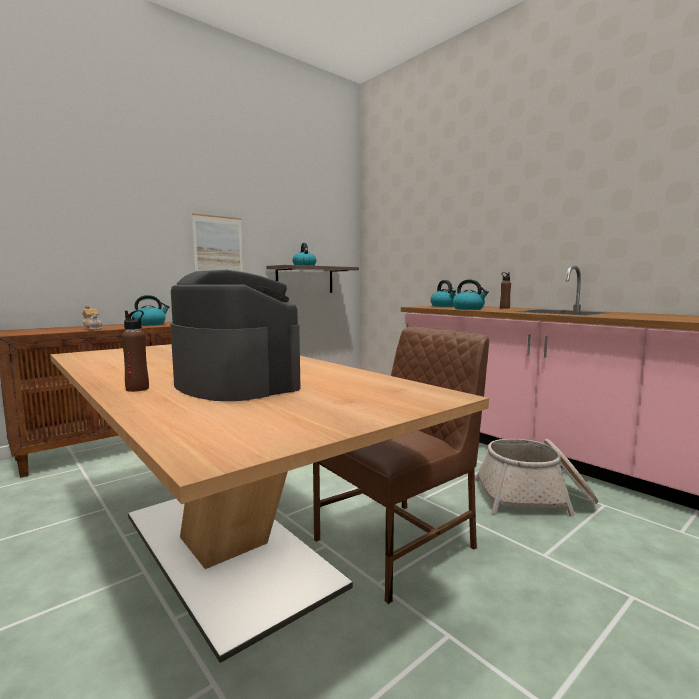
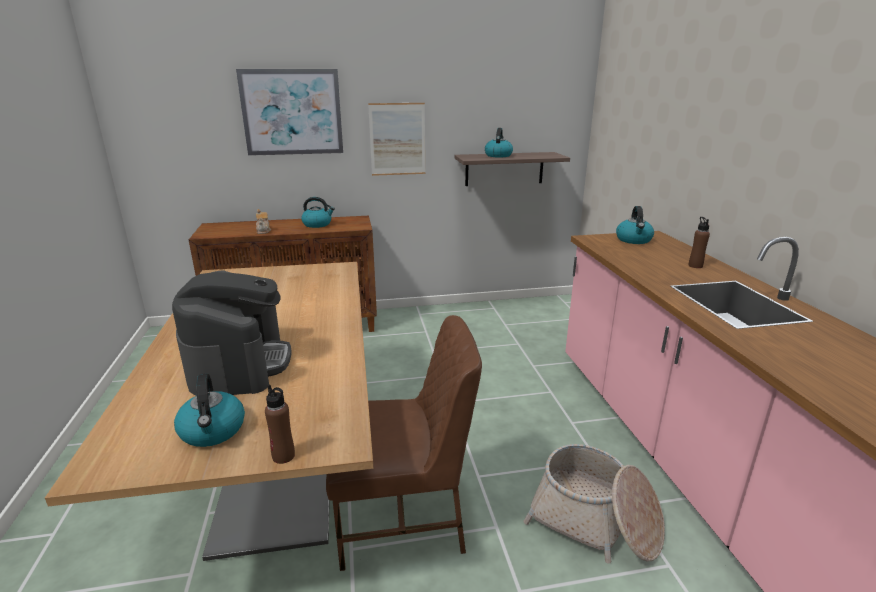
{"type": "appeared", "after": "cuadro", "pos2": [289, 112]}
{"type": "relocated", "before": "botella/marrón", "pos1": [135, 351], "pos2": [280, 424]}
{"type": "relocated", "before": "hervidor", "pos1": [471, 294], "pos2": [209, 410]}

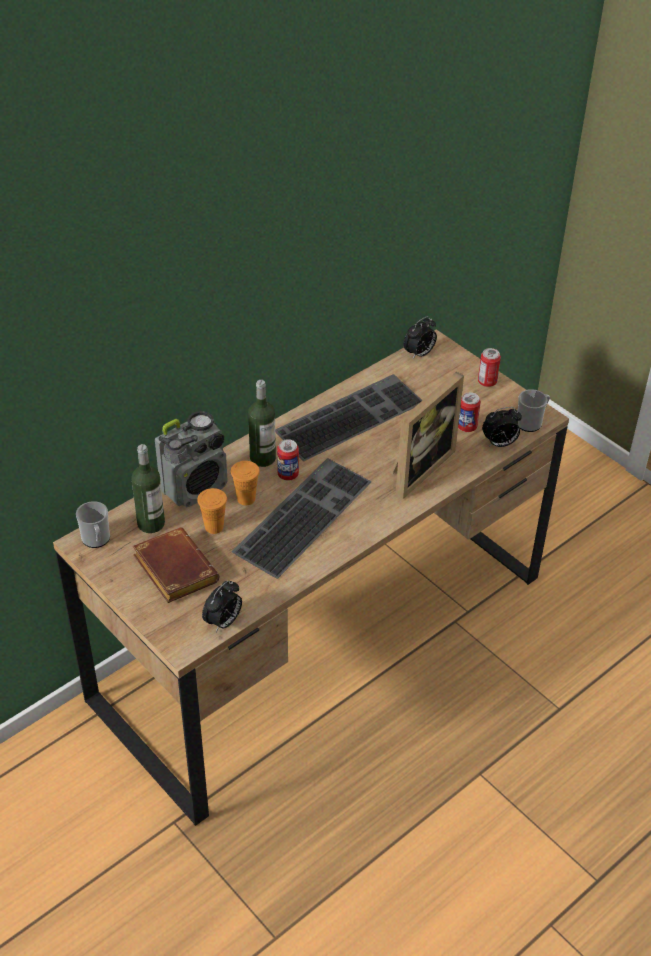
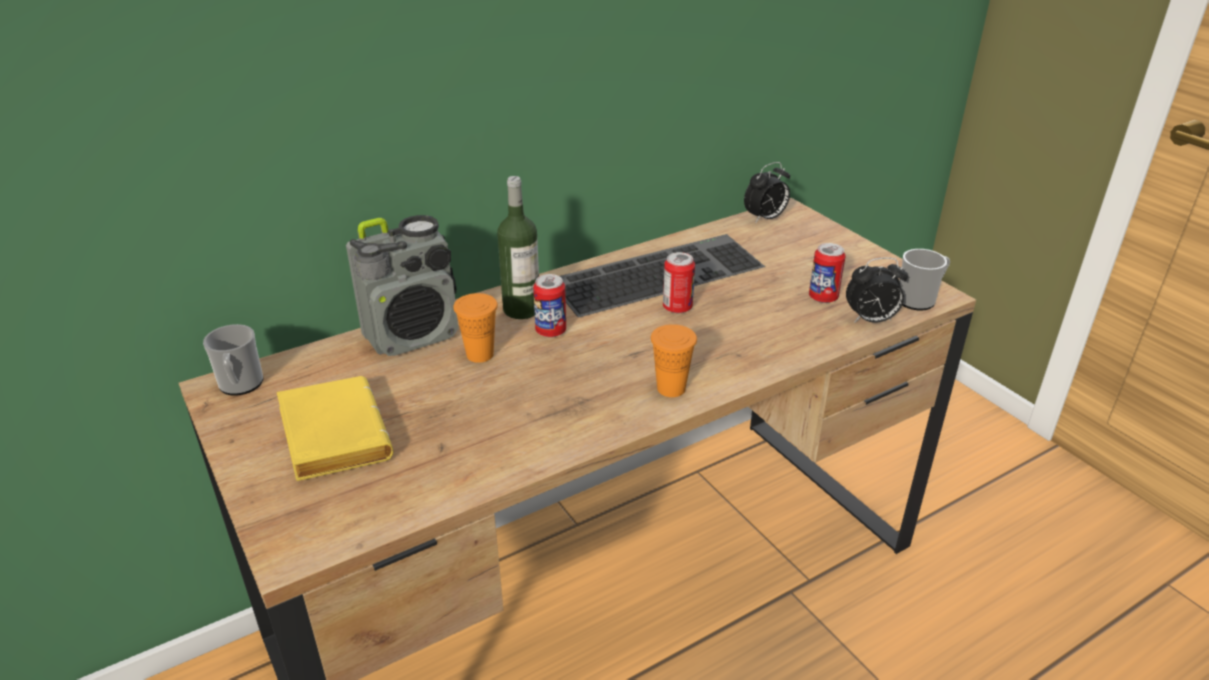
{"type": "missing", "before": "botella", "pos1": [148, 488]}
{"type": "missing", "before": "despertador", "pos1": [222, 606]}
{"type": "missing", "before": "teclado", "pos1": [301, 518]}
{"type": "missing", "before": "portarretratos", "pos1": [427, 435]}
{"type": "relocated", "before": "taza/naranja", "pos1": [212, 511], "pos2": [674, 360]}
{"type": "relocated", "before": "lata", "pos1": [489, 367], "pos2": [679, 282]}
{"type": "colour", "before": "libro/marrón", "after": "libro/amarillo", "pos1": [176, 565], "pos2": [335, 428]}

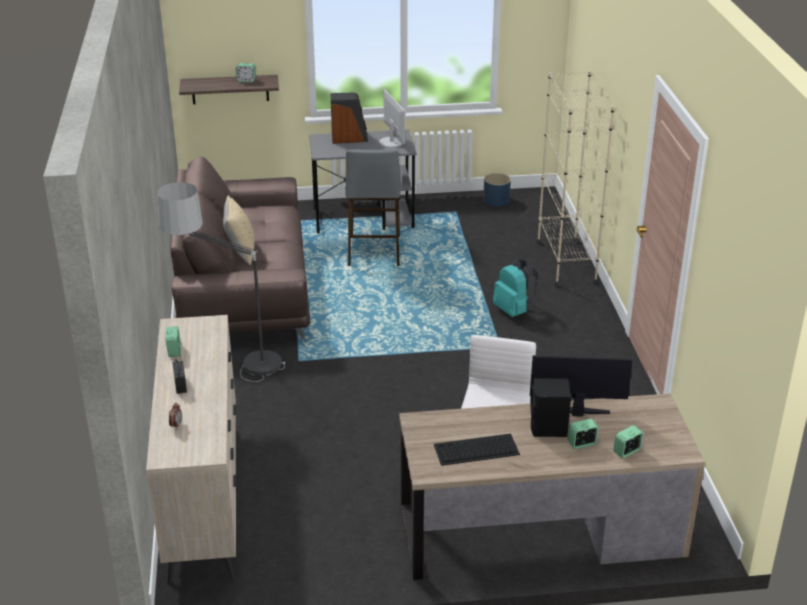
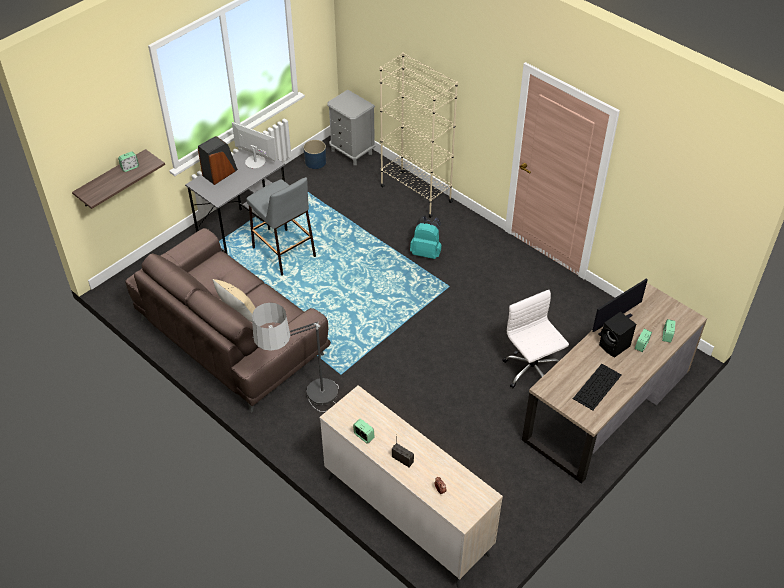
{"type": "appeared", "after": "mesita de noche/gris", "pos2": [351, 127]}

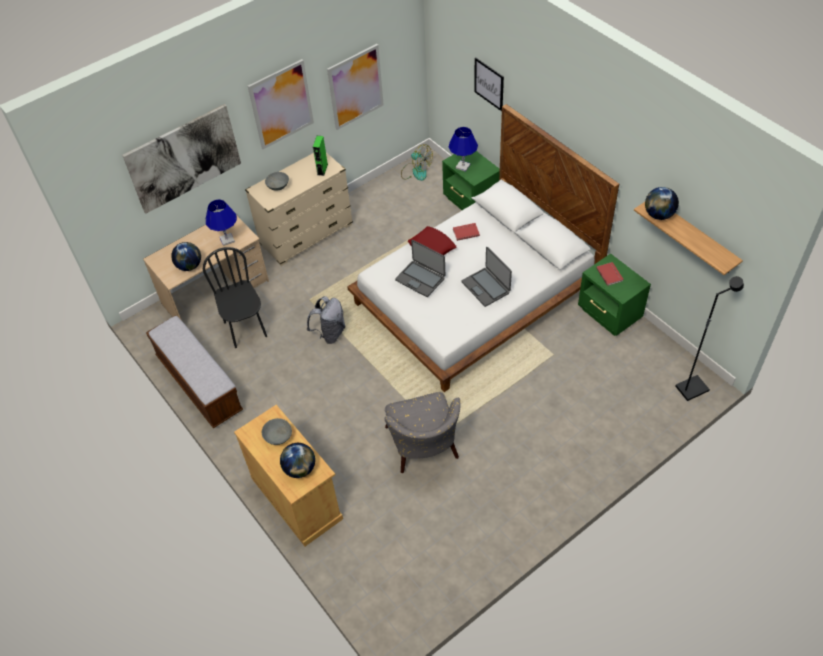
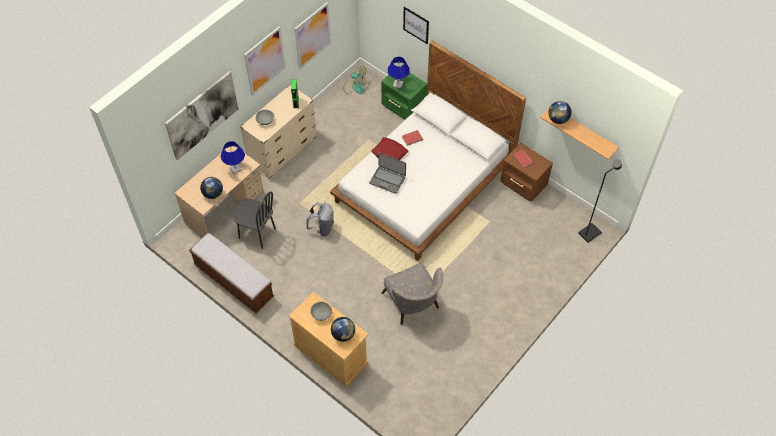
{"type": "missing", "before": "portátil", "pos1": [487, 277]}
{"type": "colour", "before": "mesita de noche/verde", "after": "mesita de noche/marrón", "pos1": [614, 294], "pos2": [526, 172]}
{"type": "spun", "before": "silla/negro", "pos1": [235, 297], "pos2": [254, 220], "turn": 150}

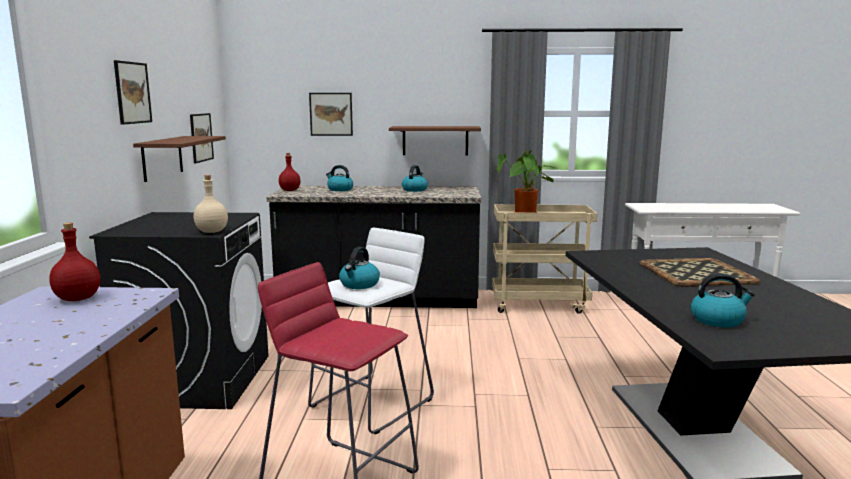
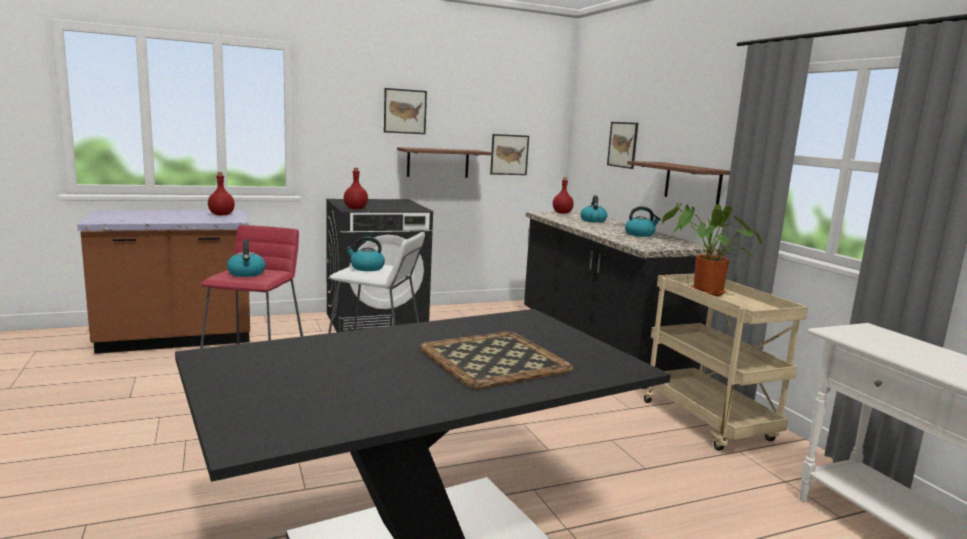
{"type": "relocated", "before": "hervidor", "pos1": [723, 300], "pos2": [246, 258]}
{"type": "colour", "before": "botella/beis", "after": "botella/rojo", "pos1": [210, 204], "pos2": [356, 189]}

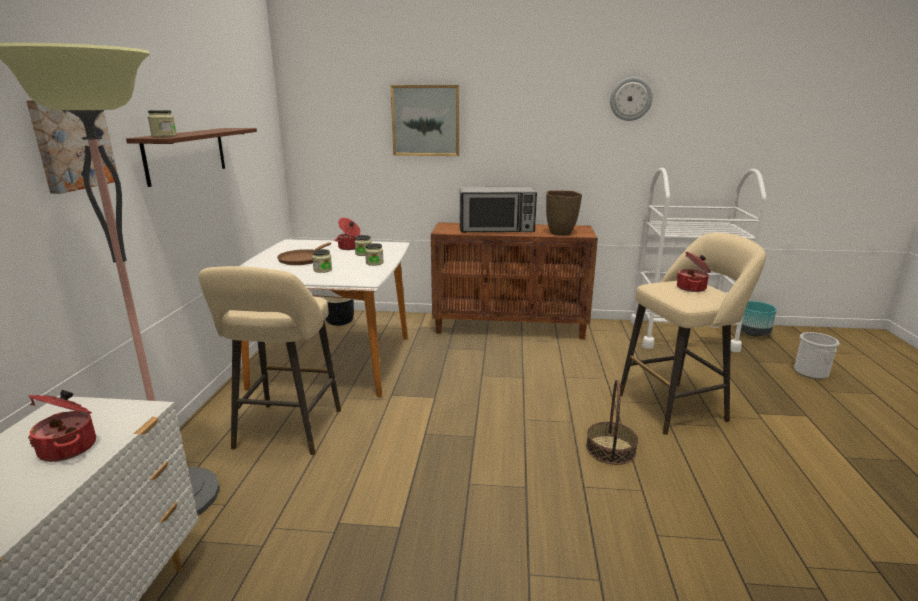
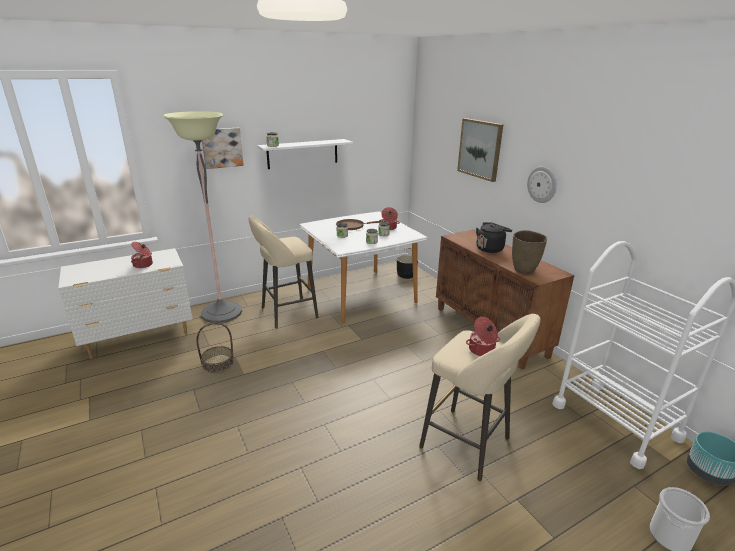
{"type": "relocated", "before": "cesta", "pos1": [612, 422], "pos2": [215, 347]}
{"type": "relocated", "before": "reloj de pared", "pos1": [631, 99], "pos2": [542, 184]}
{"type": "exchanged", "before": "microondas", "after": "hervidor/negro", "pos1": [498, 210], "pos2": [494, 237]}
{"type": "colour", "before": "estante/marrón", "after": "estante/blanco", "pos1": [191, 157], "pos2": [305, 154]}

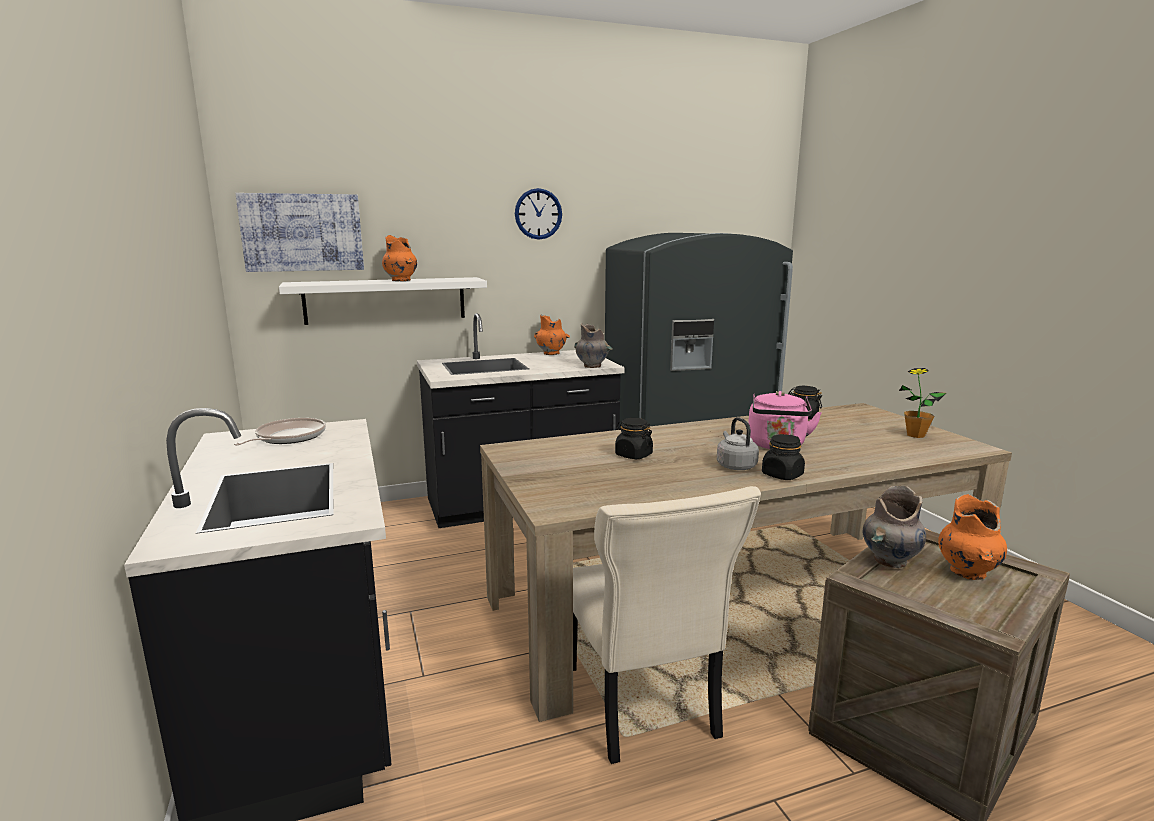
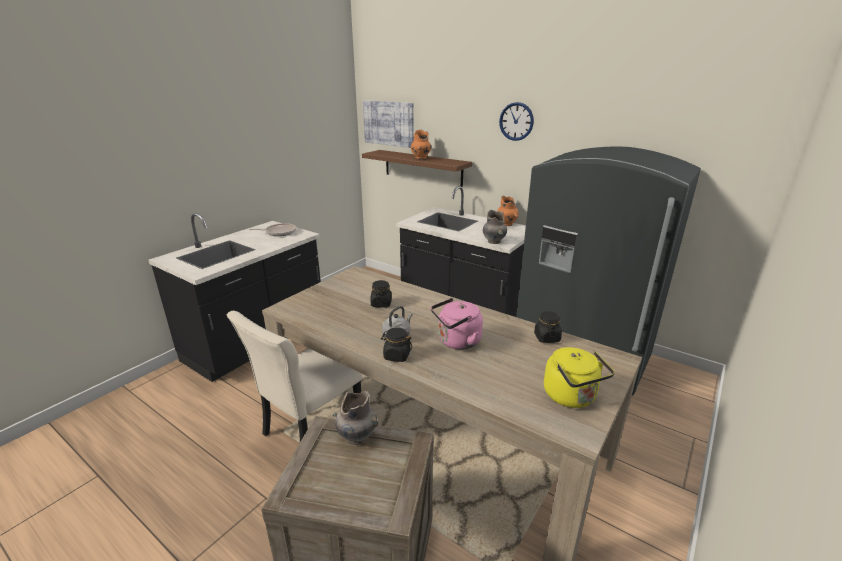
{"type": "missing", "before": "florero/naranja", "pos1": [972, 537]}
{"type": "exchanged", "before": "planta en maceta", "after": "hervidor/amarillo", "pos1": [922, 403], "pos2": [579, 377]}
{"type": "colour", "before": "estante/blanco", "after": "estante/marrón", "pos1": [383, 301], "pos2": [417, 168]}

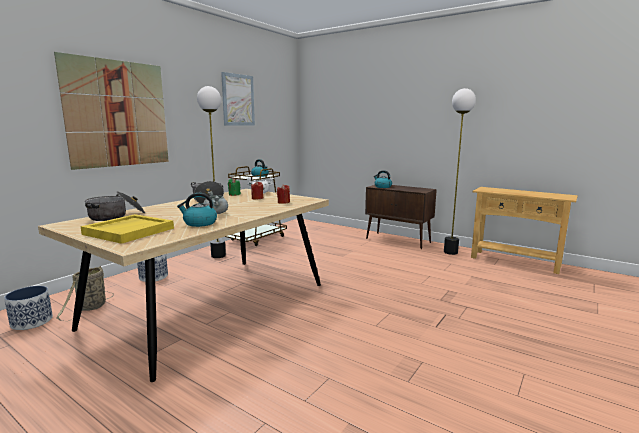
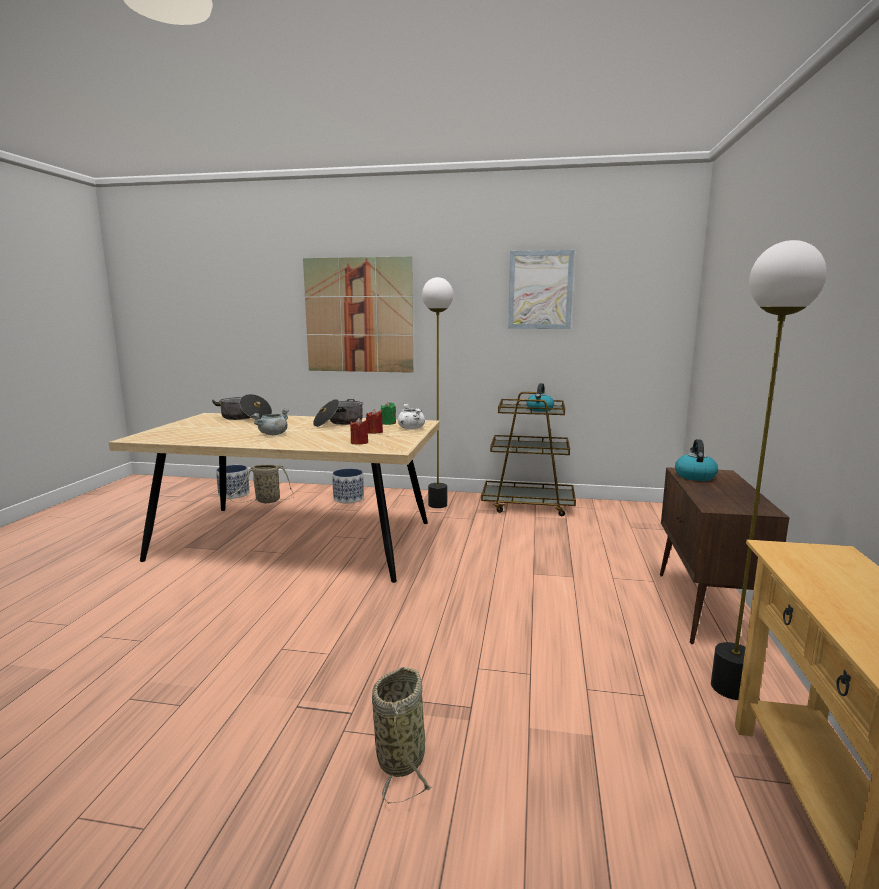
{"type": "missing", "before": "bandeja/amarillo", "pos1": [127, 229]}
{"type": "missing", "before": "hervidor", "pos1": [197, 210]}
{"type": "appeared", "after": "cesta", "pos2": [402, 735]}

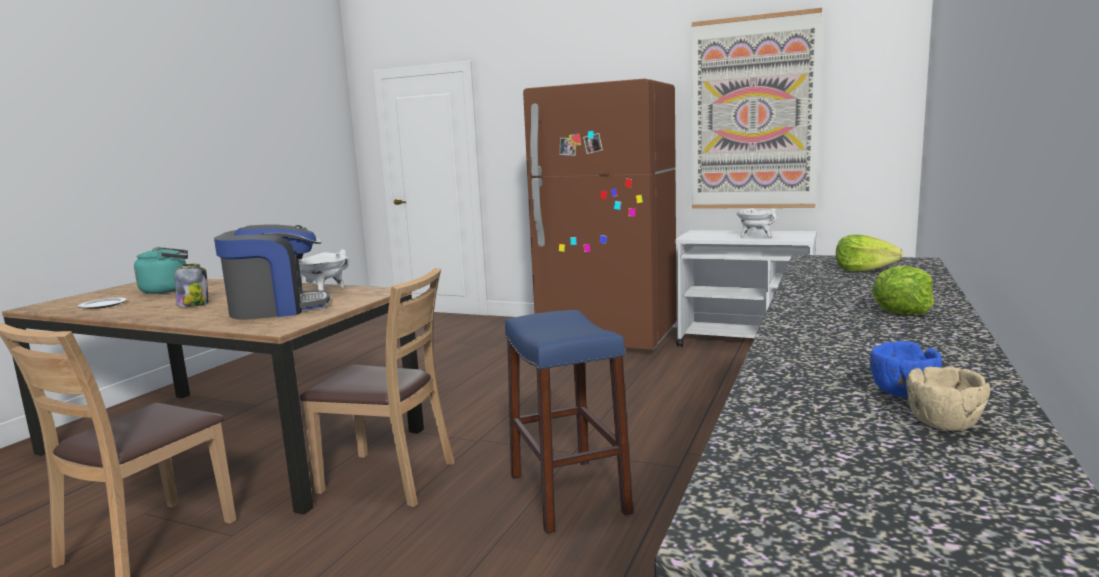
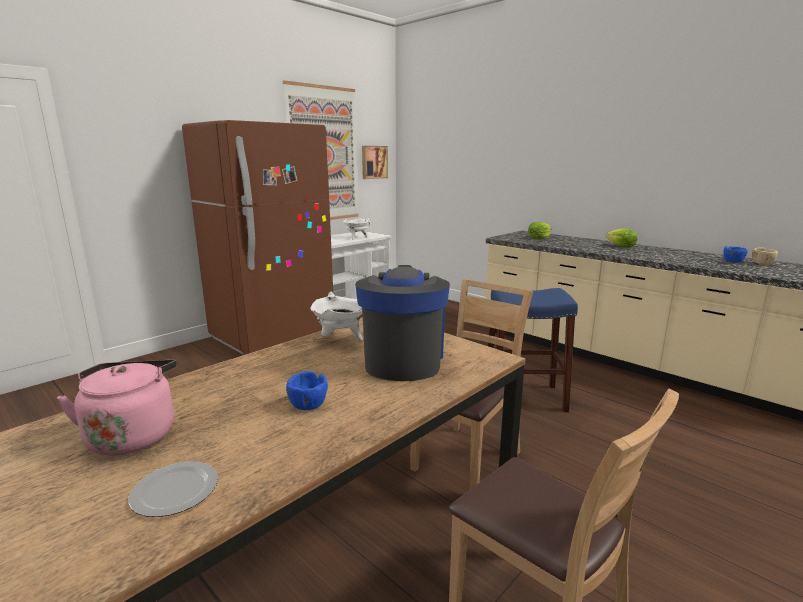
{"type": "appeared", "after": "cuadro", "pos2": [375, 162]}
{"type": "exchanged", "before": "tarro", "after": "cuenco/azul", "pos1": [191, 285], "pos2": [307, 390]}
{"type": "colour", "before": "hervidor/turquesa", "after": "hervidor/rosa", "pos1": [161, 270], "pos2": [117, 408]}

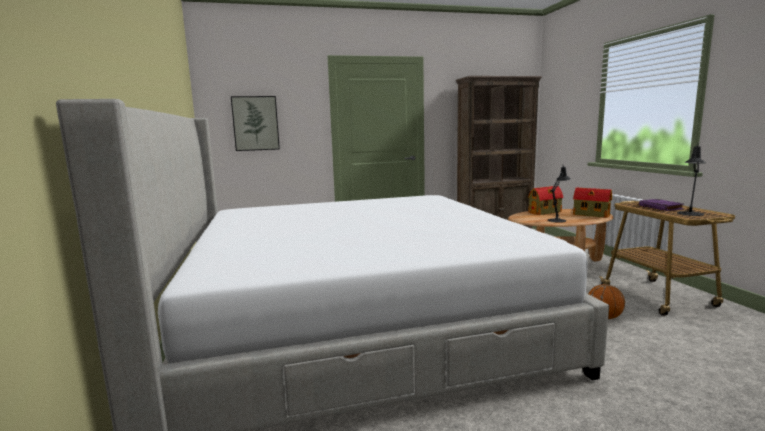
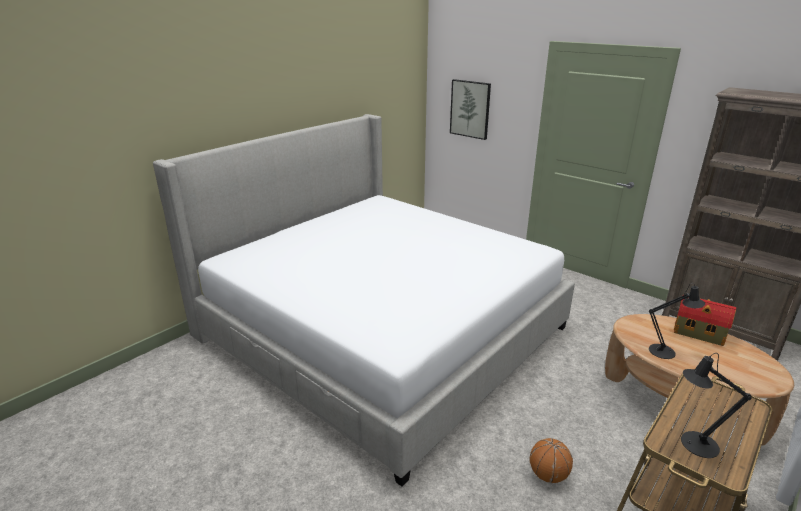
{"type": "missing", "before": "casita", "pos1": [592, 203]}
{"type": "missing", "before": "libro/morado", "pos1": [661, 205]}

